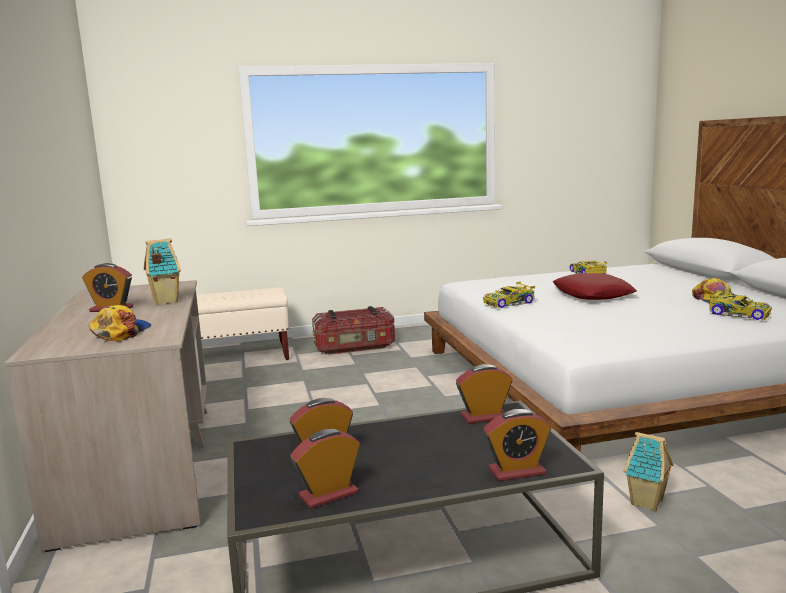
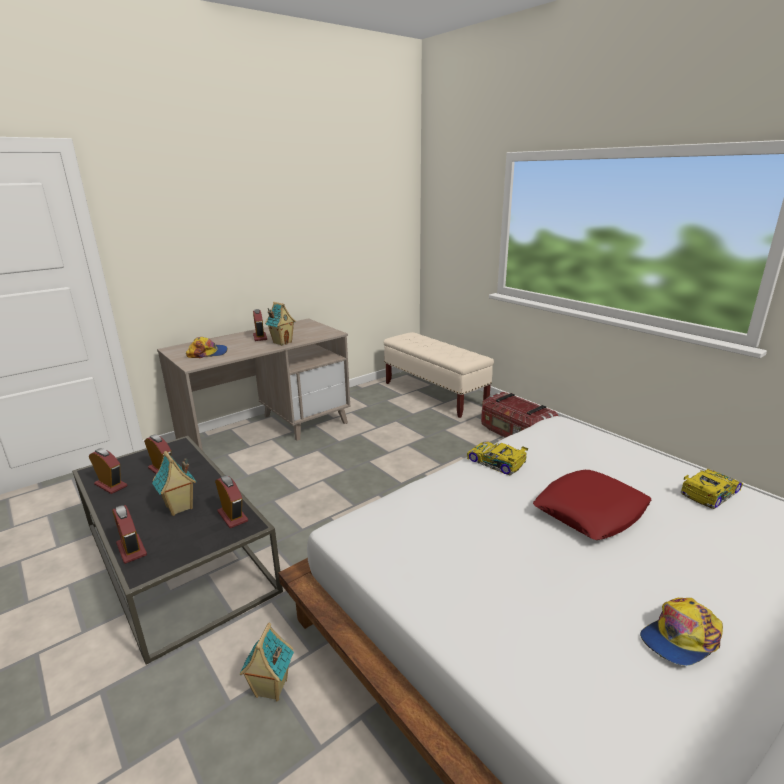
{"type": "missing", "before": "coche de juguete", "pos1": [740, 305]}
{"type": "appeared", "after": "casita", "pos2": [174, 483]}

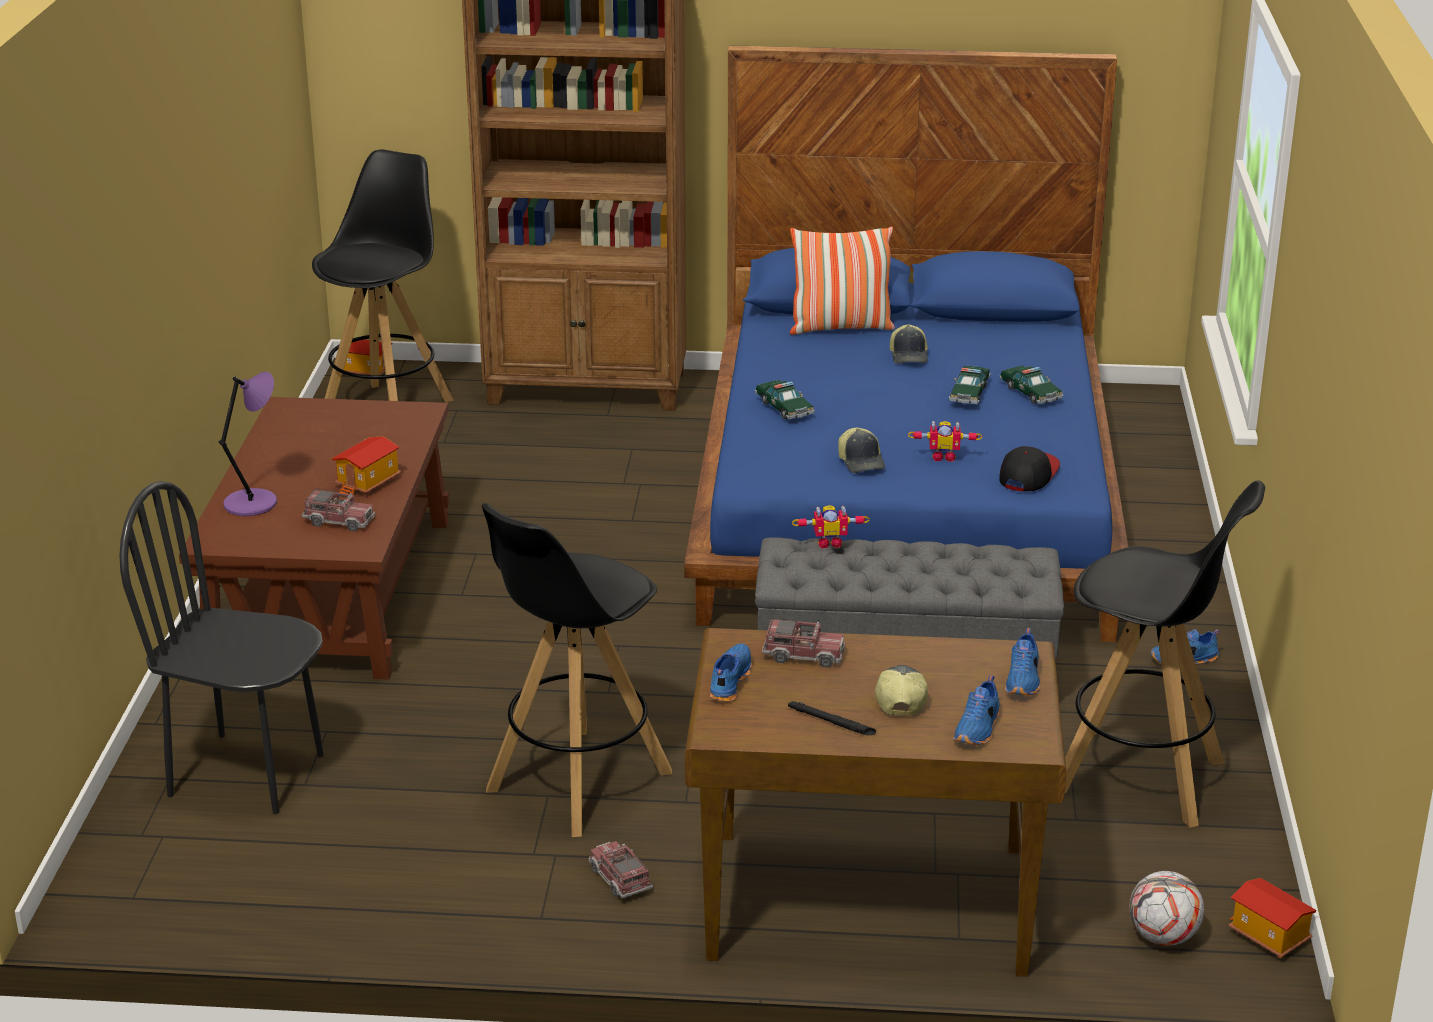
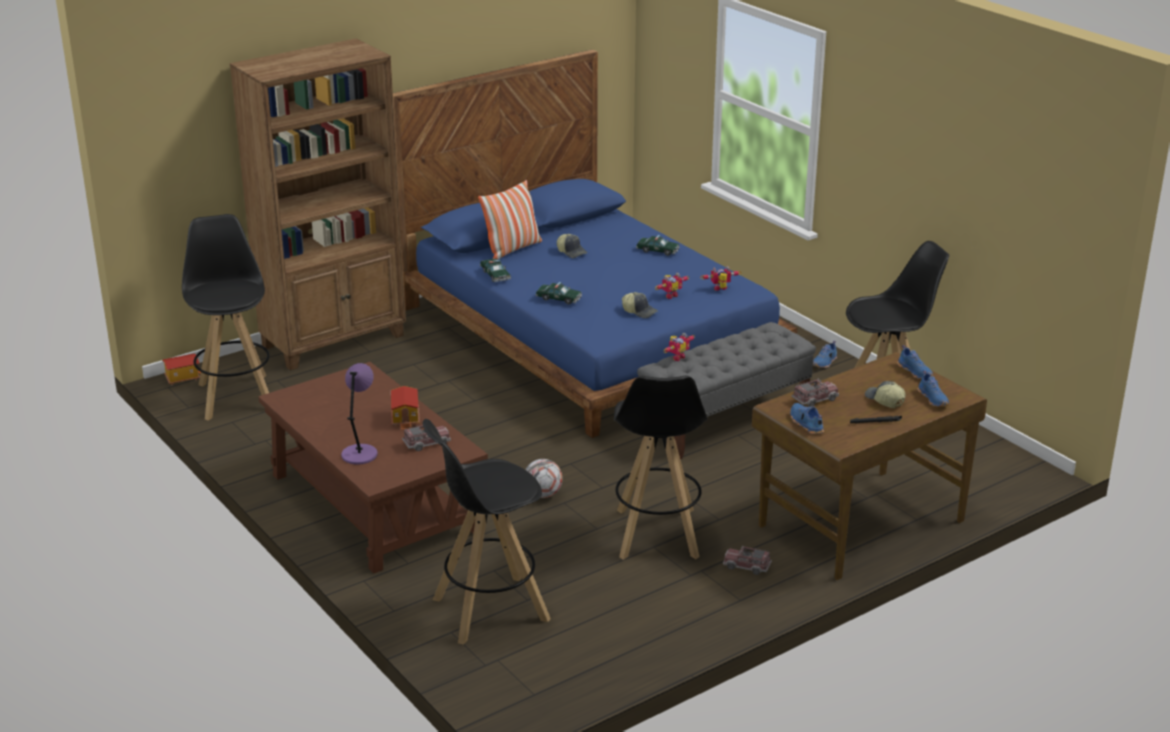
{"type": "missing", "before": "casita", "pos1": [1272, 918]}
{"type": "relocated", "before": "coche de juguete", "pos1": [970, 385], "pos2": [495, 270]}
{"type": "relocated", "before": "balón de fútbol", "pos1": [1166, 908], "pos2": [544, 478]}
{"type": "exchanged", "before": "silla/negro", "after": "taburete/negro", "pos1": [221, 647], "pos2": [487, 532]}
{"type": "exchanged", "before": "gorra", "after": "robot de juguete", "pos1": [1029, 468], "pos2": [721, 278]}

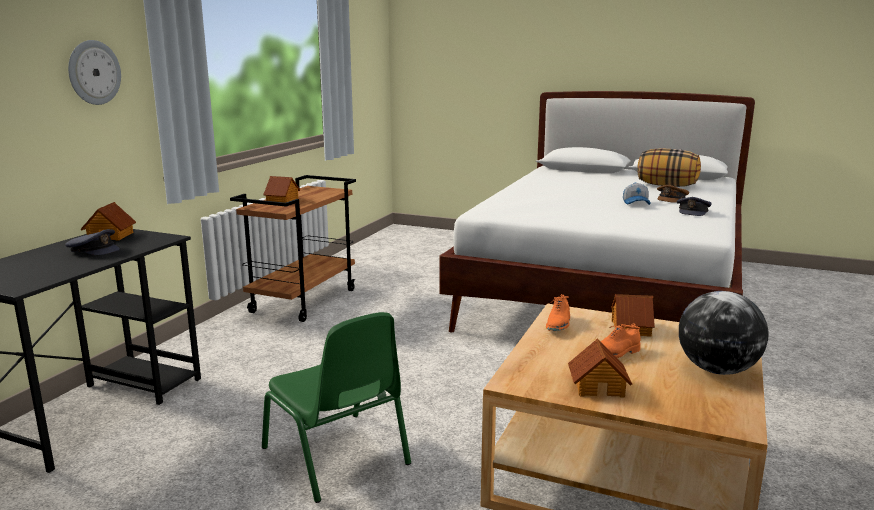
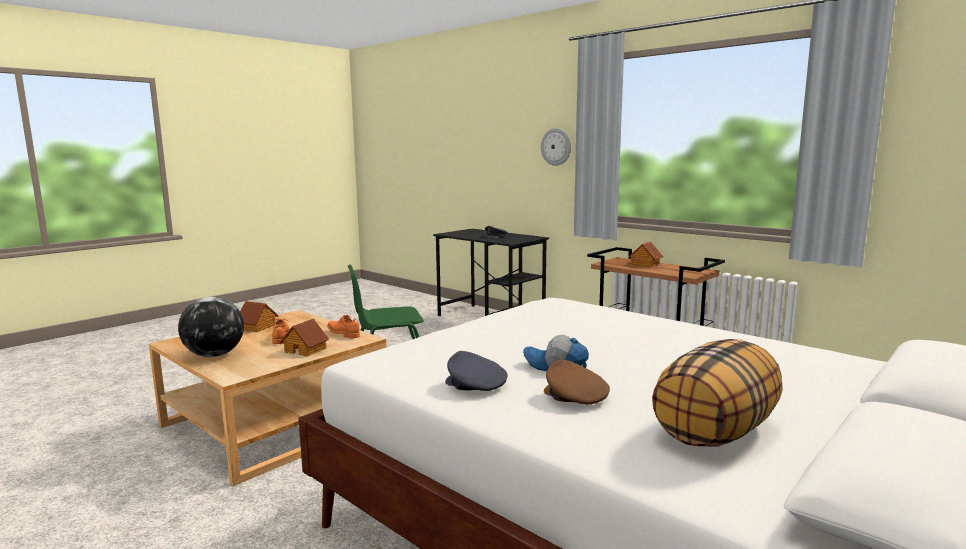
{"type": "missing", "before": "casita", "pos1": [108, 221]}

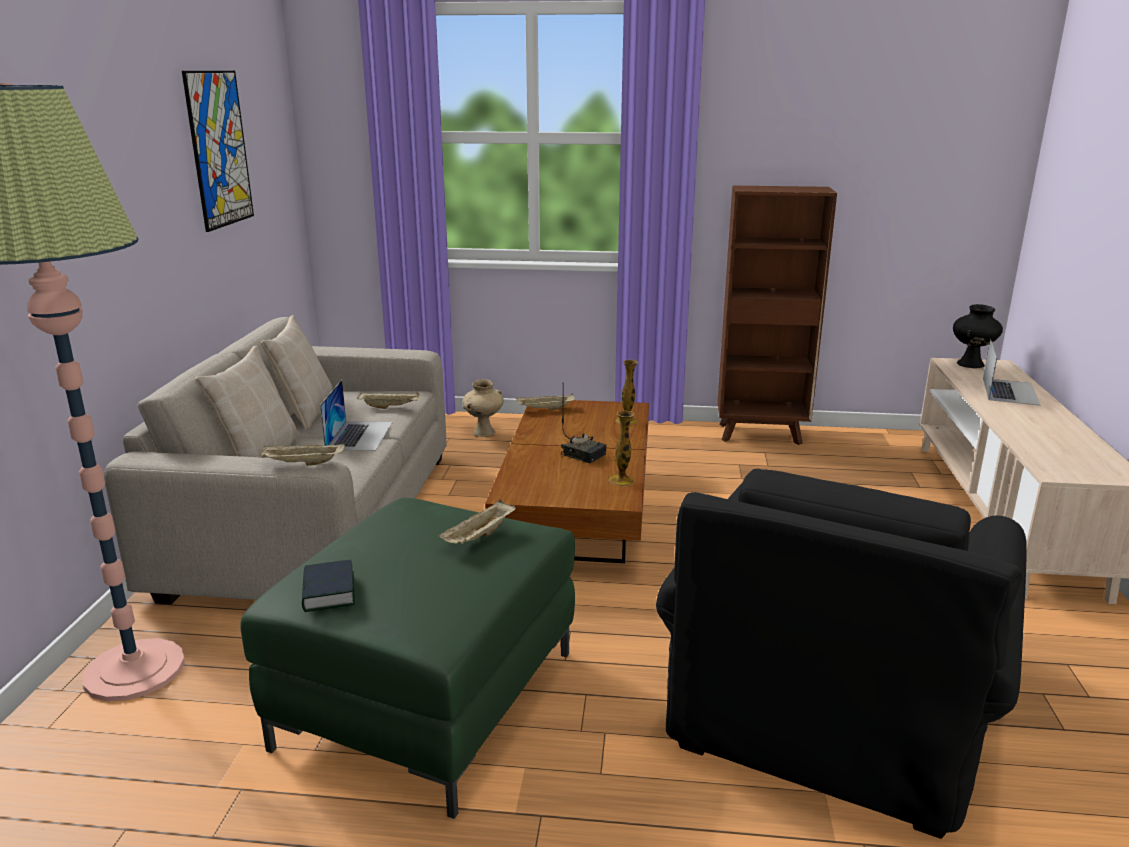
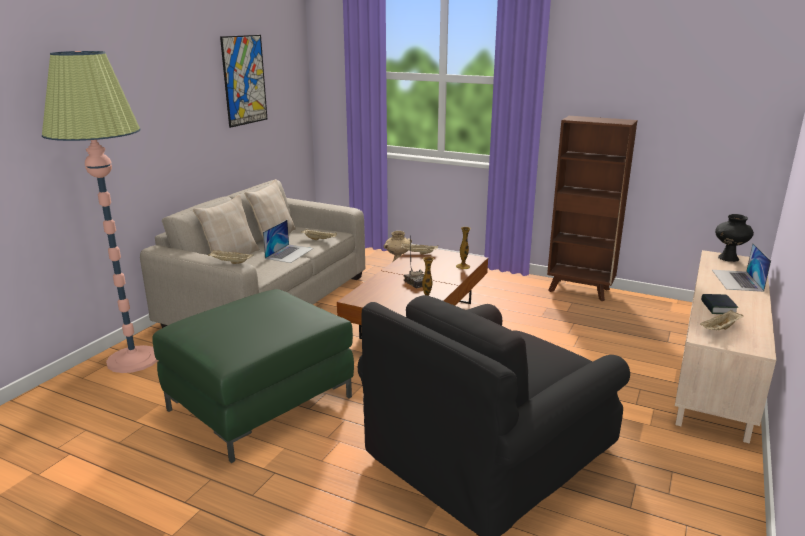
{"type": "relocated", "before": "libro", "pos1": [328, 586], "pos2": [719, 304]}
{"type": "relocated", "before": "bandeja/beis", "pos1": [477, 522], "pos2": [721, 320]}
{"type": "spun", "before": "portátil", "pos1": [1011, 372], "pos2": [741, 267], "turn": 150}

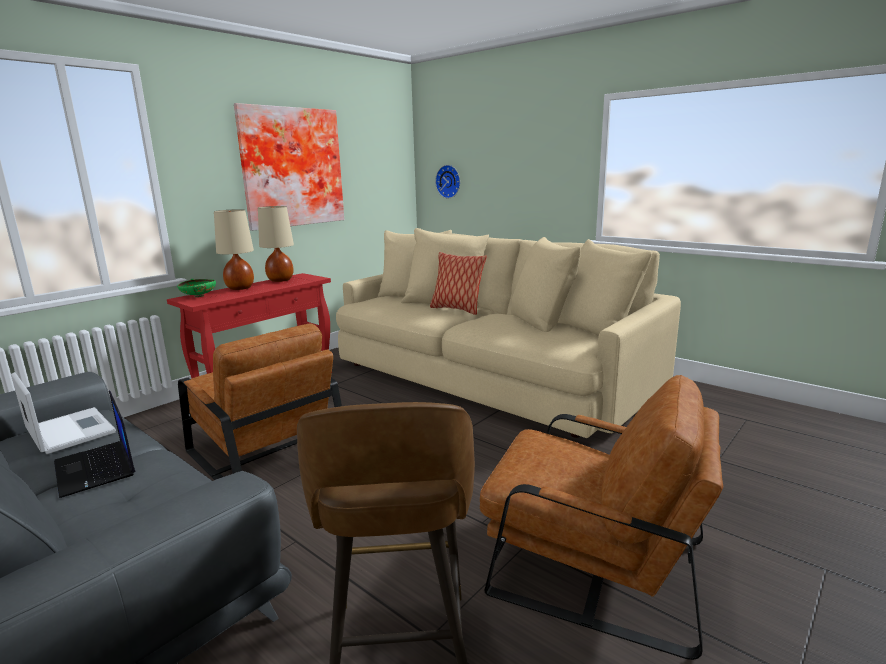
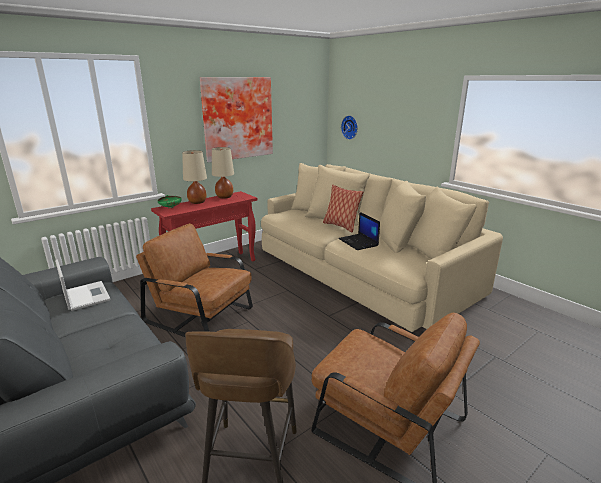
{"type": "relocated", "before": "portátil", "pos1": [94, 444], "pos2": [359, 231]}
{"type": "spun", "before": "sillón/marrón", "pos1": [260, 402], "pos2": [194, 280], "turn": 150}

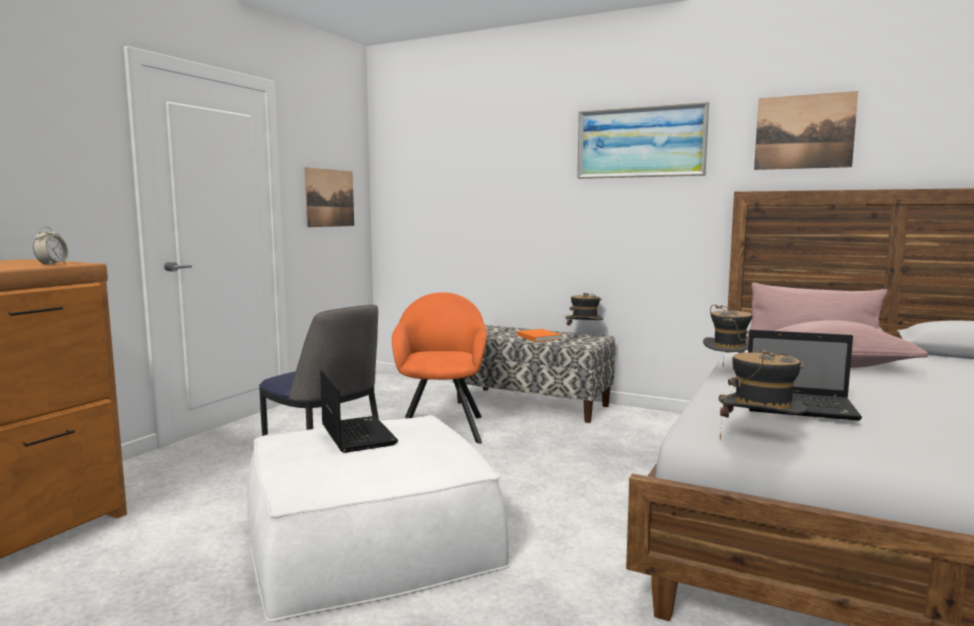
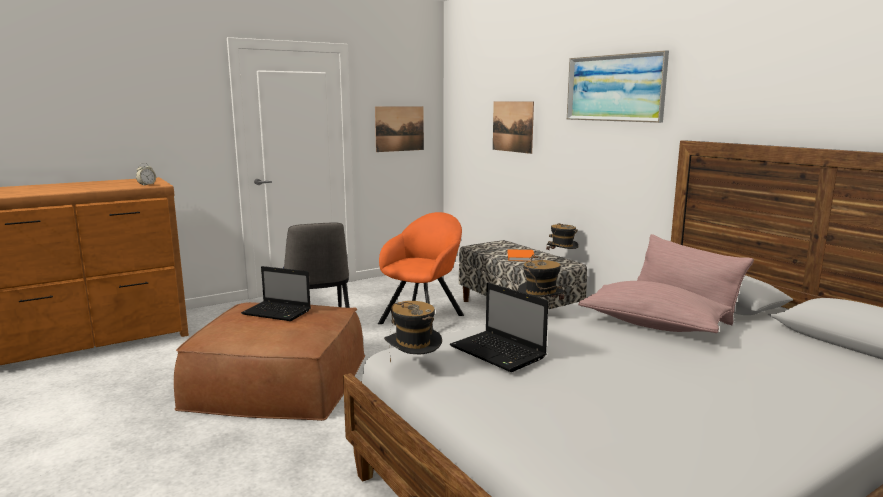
{"type": "relocated", "before": "cuadro", "pos1": [806, 130], "pos2": [513, 127]}
{"type": "colour", "before": "puf/blanco", "after": "puf/marrón", "pos1": [378, 518], "pos2": [269, 361]}
{"type": "spun", "before": "portátil", "pos1": [359, 411], "pos2": [276, 293], "turn": 105}

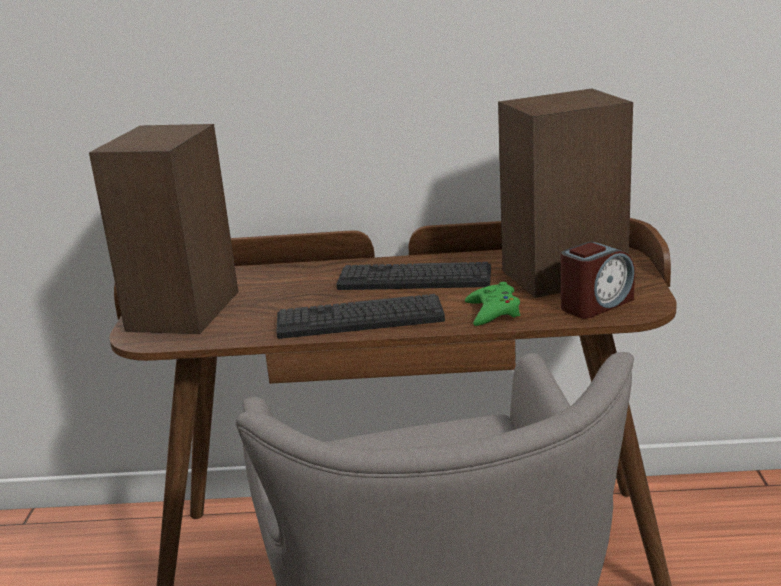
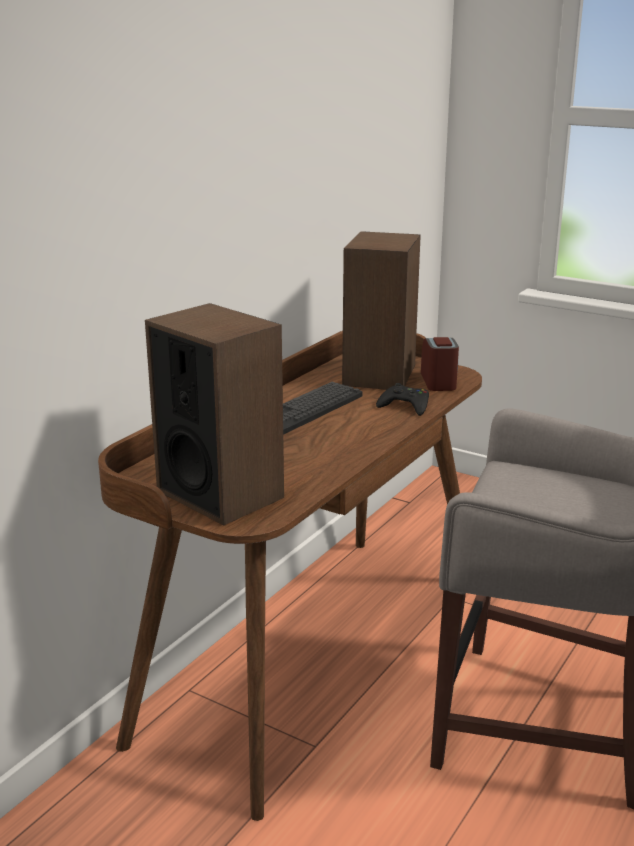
{"type": "missing", "before": "teclado", "pos1": [360, 316]}
{"type": "colour", "before": "mando de consola/verde", "after": "mando de consola/negro", "pos1": [492, 304], "pos2": [402, 399]}

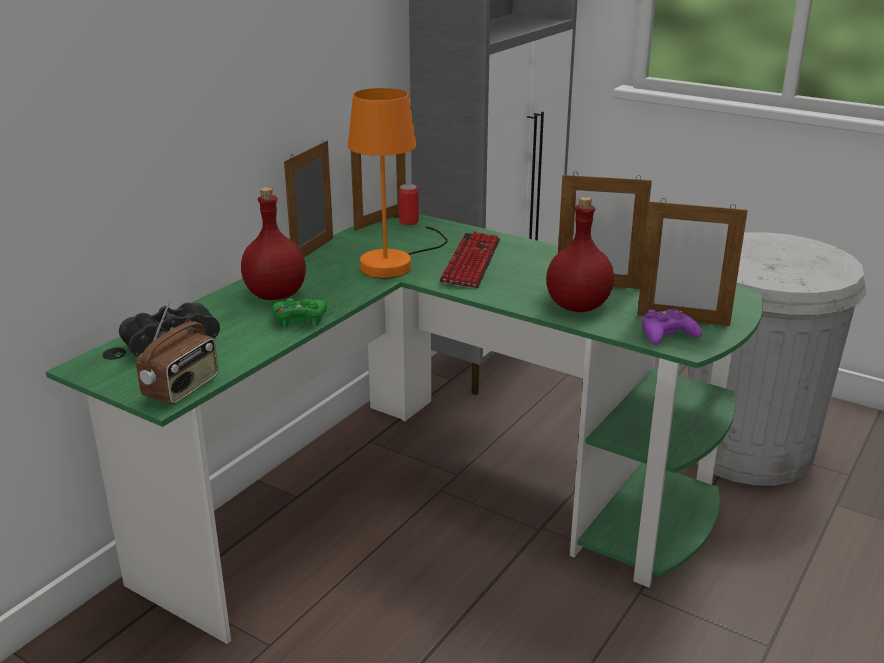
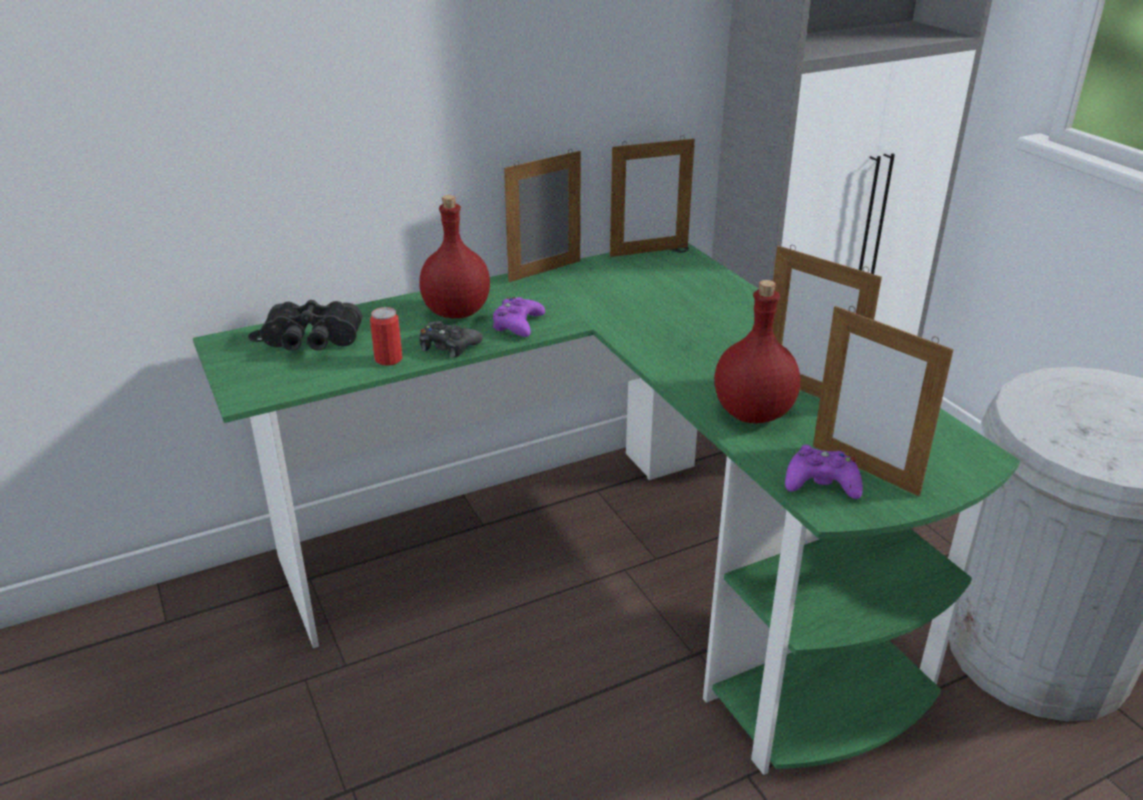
{"type": "missing", "before": "radio", "pos1": [177, 352]}
{"type": "missing", "before": "lámpara de mesa/naranja", "pos1": [398, 183]}
{"type": "missing", "before": "teclado", "pos1": [470, 259]}
{"type": "appeared", "after": "mando de consola/morado", "pos2": [518, 317]}
{"type": "relocated", "before": "lata", "pos1": [409, 204], "pos2": [386, 336]}
{"type": "colour", "before": "mando de consola/verde", "after": "mando de consola/negro", "pos1": [299, 313], "pos2": [451, 339]}

